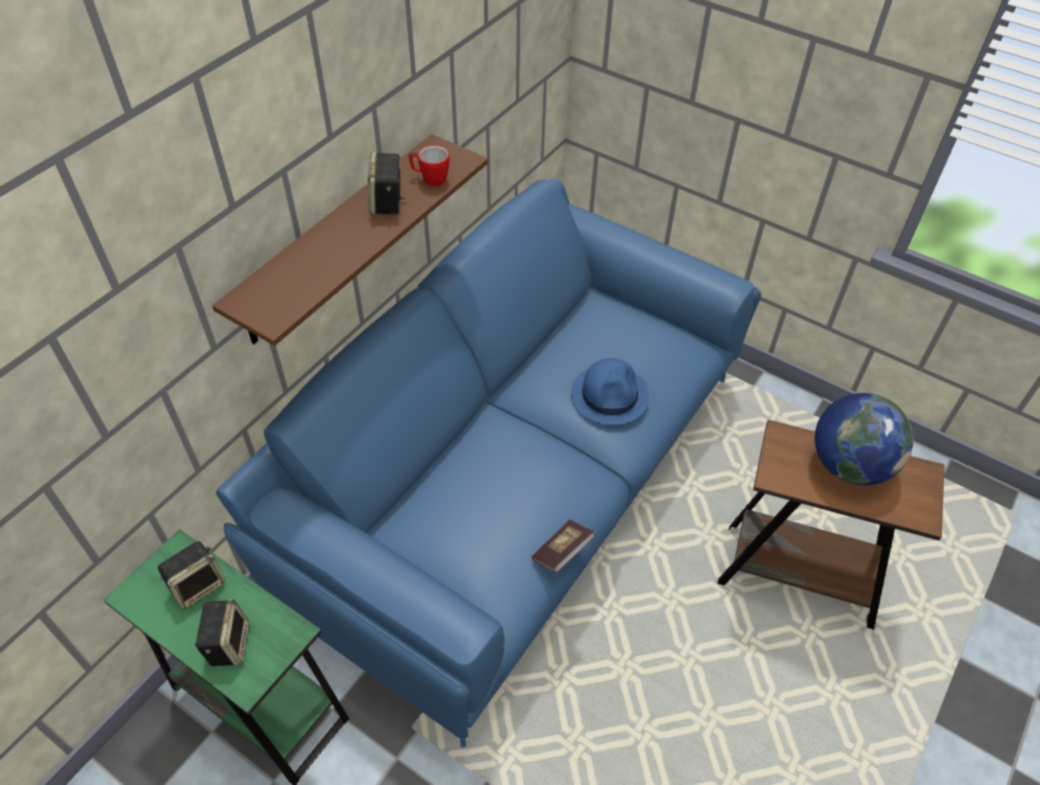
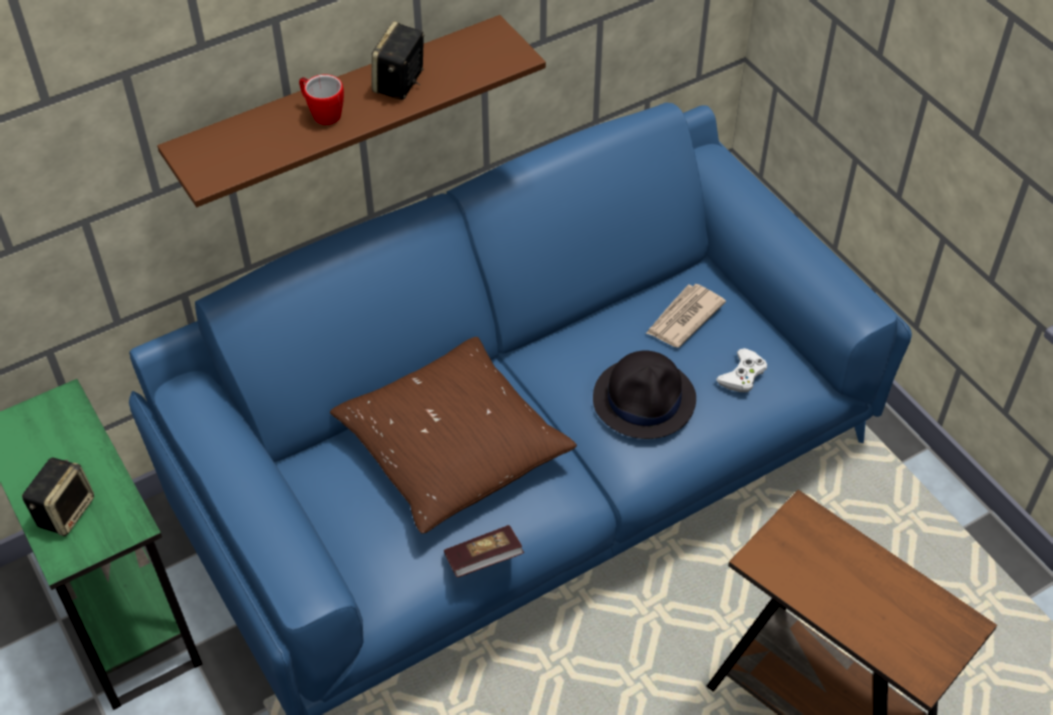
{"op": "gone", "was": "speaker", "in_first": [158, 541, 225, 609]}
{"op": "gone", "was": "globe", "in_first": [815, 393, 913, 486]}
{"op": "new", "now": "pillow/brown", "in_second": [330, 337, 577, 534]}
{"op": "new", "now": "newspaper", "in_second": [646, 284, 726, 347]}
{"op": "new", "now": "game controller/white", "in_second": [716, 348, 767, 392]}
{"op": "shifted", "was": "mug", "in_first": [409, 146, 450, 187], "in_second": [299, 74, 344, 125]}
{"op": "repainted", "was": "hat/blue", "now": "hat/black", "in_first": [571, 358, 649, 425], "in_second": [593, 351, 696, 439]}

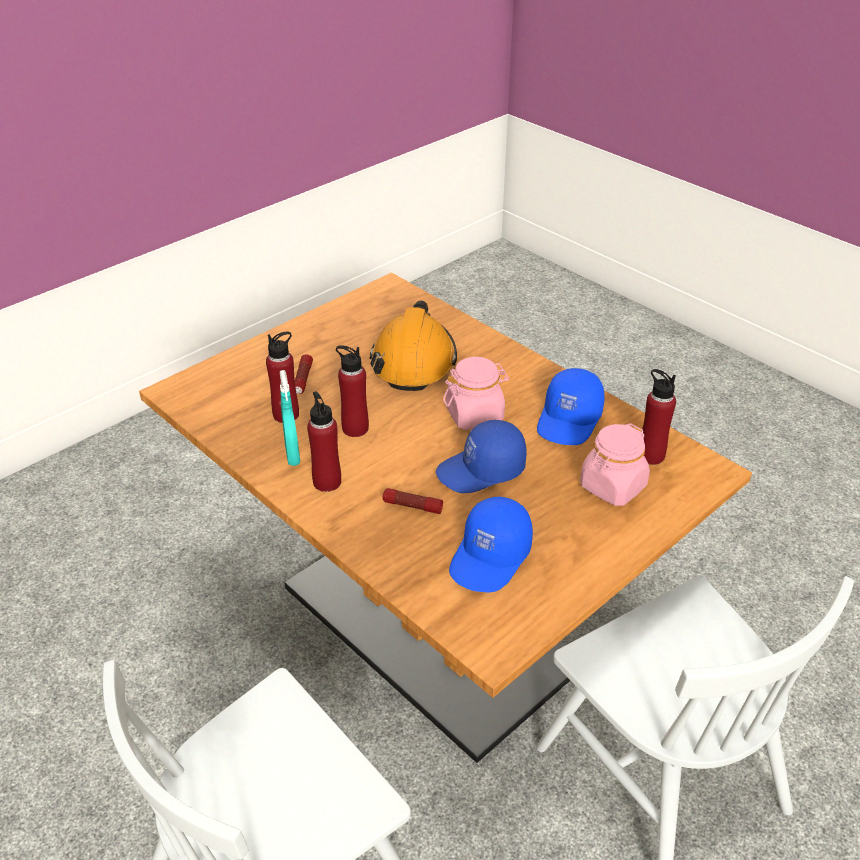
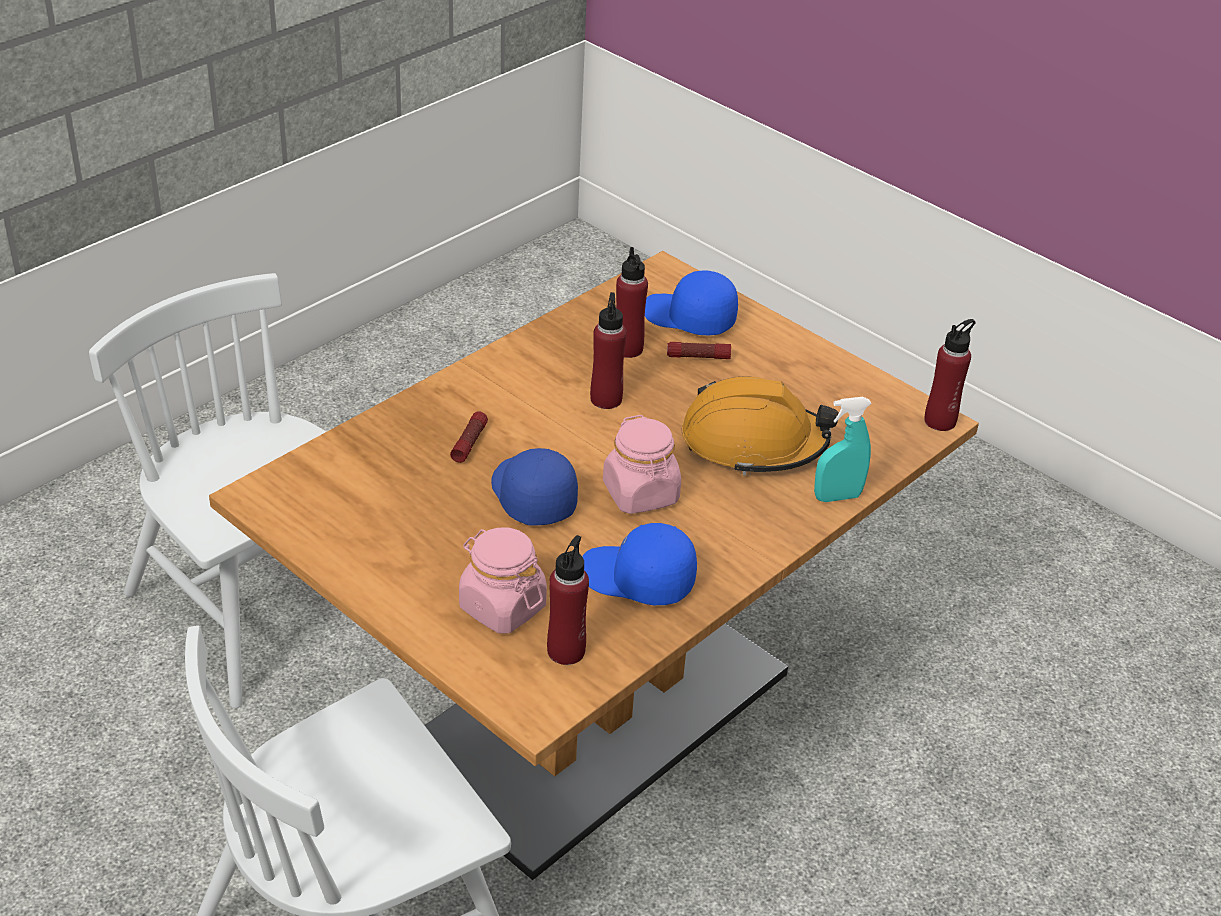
{"op": "shifted", "was": "spray bottle/turquoise", "in_first": [280, 370, 300, 466], "in_second": [814, 397, 872, 502]}
{"op": "shifted", "was": "bottle/red", "in_first": [307, 391, 341, 492], "in_second": [924, 319, 976, 431]}
{"op": "shifted", "was": "cap/blue", "in_first": [449, 496, 533, 592], "in_second": [645, 270, 738, 335]}

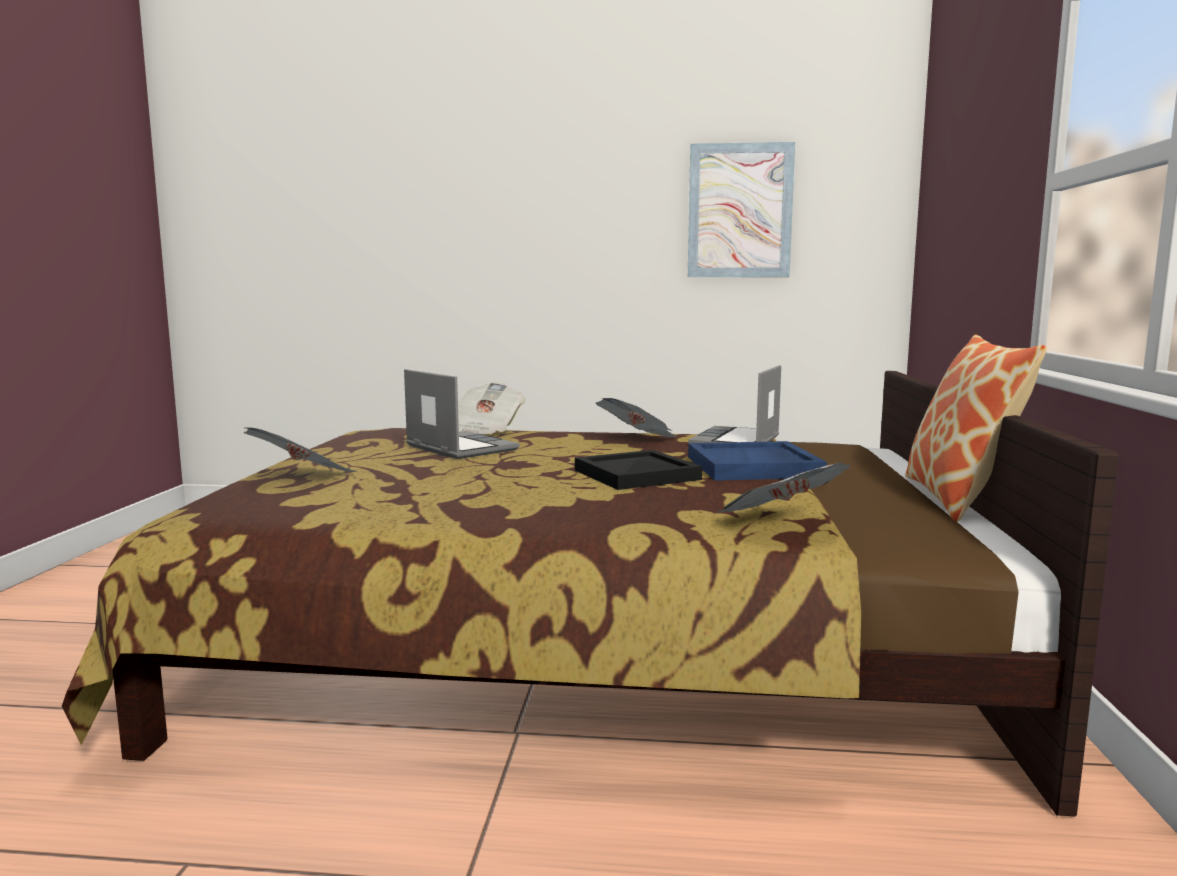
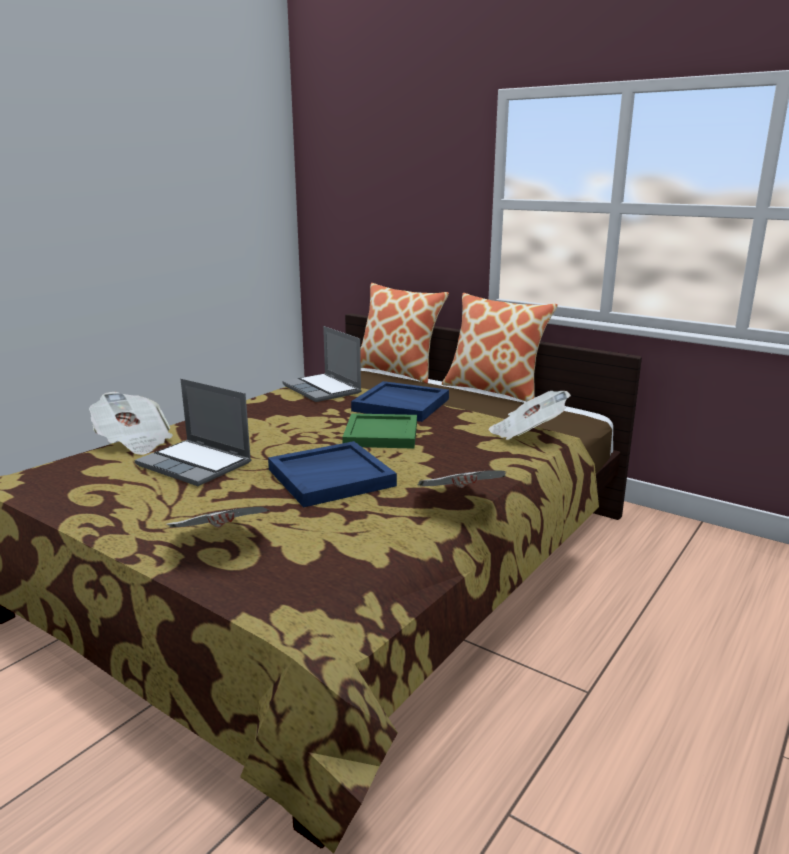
{"op": "gone", "was": "picture", "in_first": [688, 142, 795, 277]}
{"op": "new", "now": "tray/blue", "in_second": [268, 441, 397, 508]}
{"op": "new", "now": "pillow", "in_second": [360, 283, 449, 384]}
{"op": "shifted", "was": "newspaper", "in_first": [595, 398, 677, 437], "in_second": [417, 470, 506, 488]}
{"op": "repainted", "was": "tray/black", "now": "tray/green", "in_first": [575, 450, 702, 490], "in_second": [342, 413, 417, 449]}
{"op": "rotated", "was": "laptop", "in_first": [404, 369, 519, 459], "in_second": [135, 378, 251, 486], "clockwise": -135}

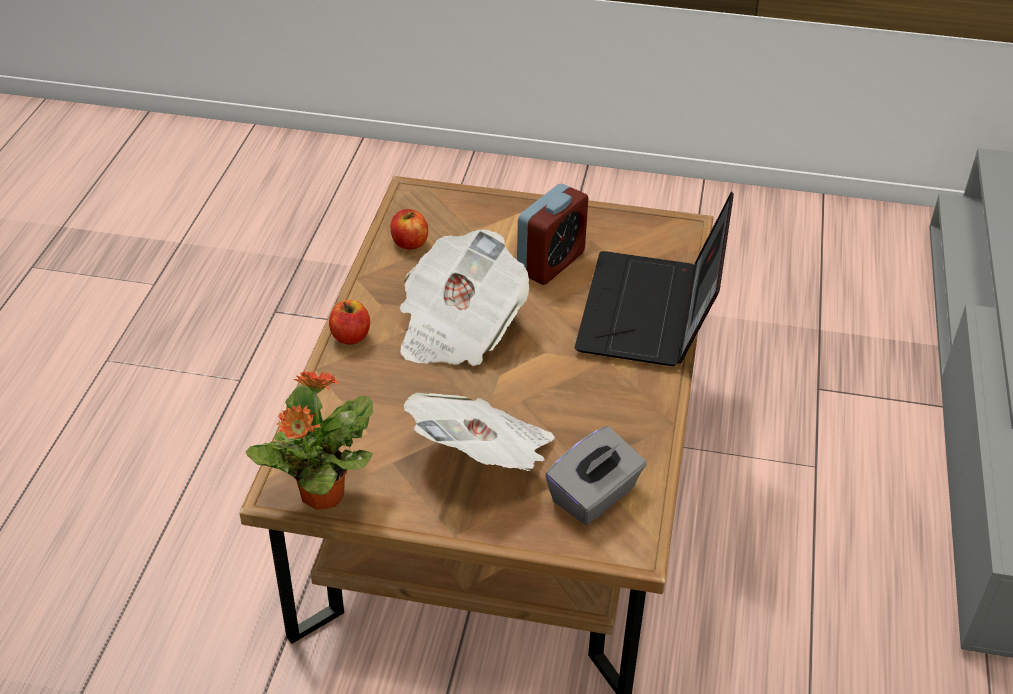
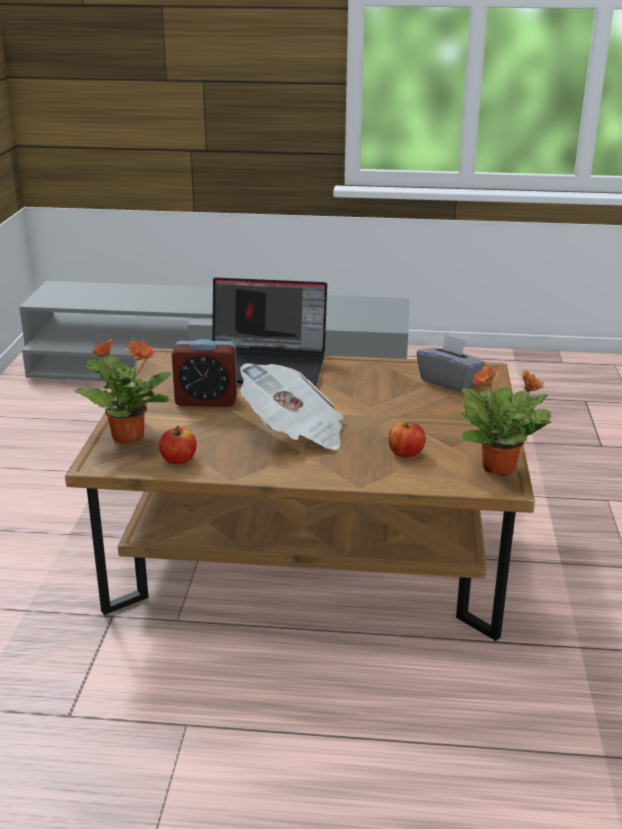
{"op": "gone", "was": "newspaper", "in_first": [404, 393, 555, 471]}
{"op": "new", "now": "potted plant", "in_second": [75, 338, 172, 444]}
{"op": "shifted", "was": "apple", "in_first": [329, 300, 370, 345], "in_second": [388, 422, 426, 457]}
{"op": "rotated", "was": "alarm clock", "in_first": [517, 184, 588, 285], "in_second": [172, 339, 237, 407], "clockwise": 150}

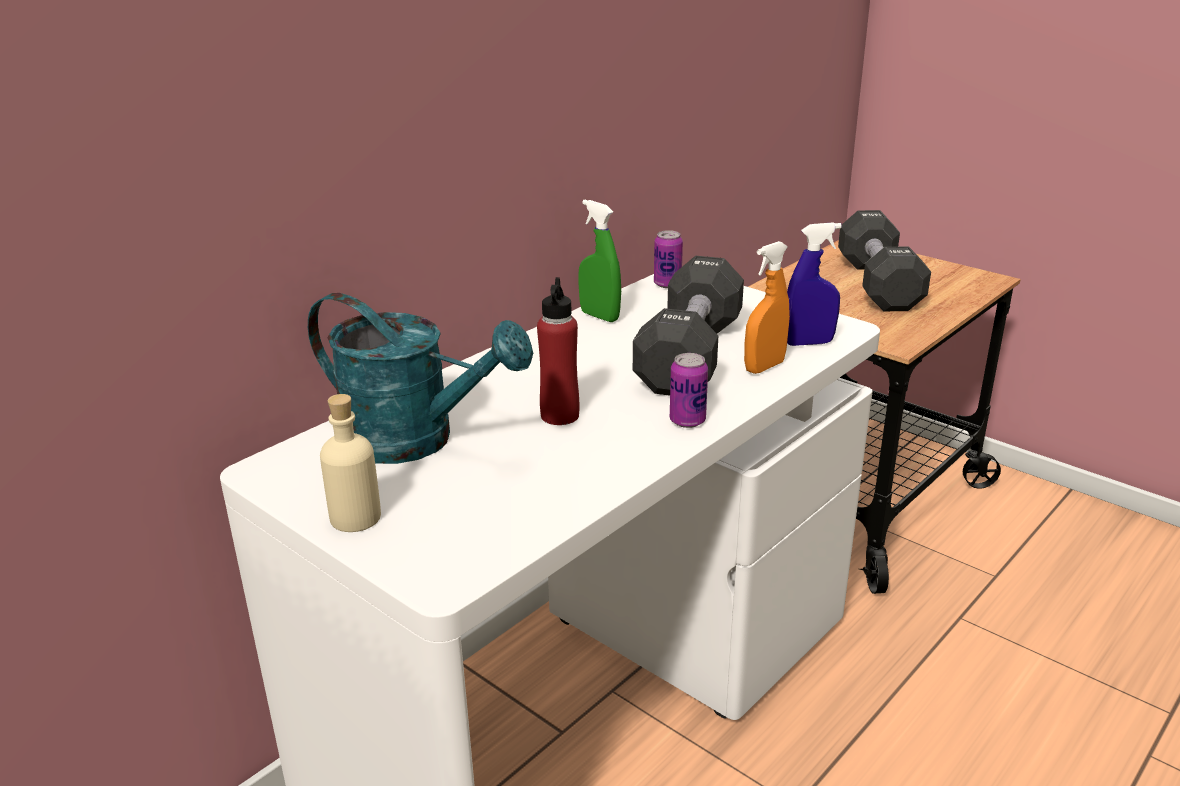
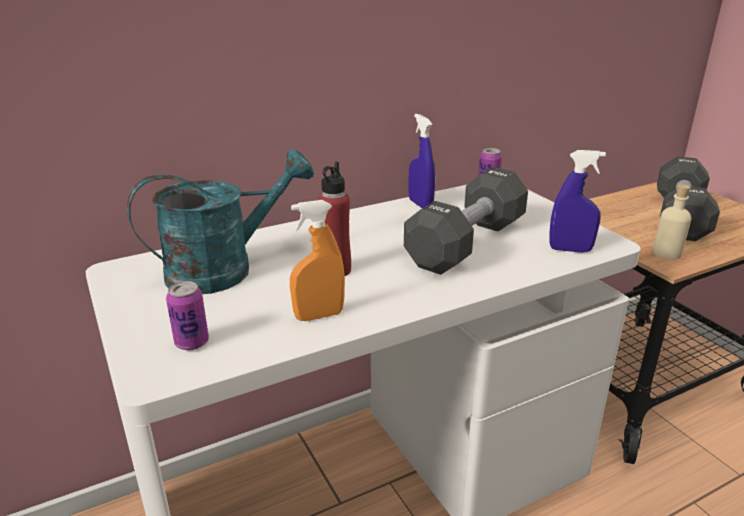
{"op": "shifted", "was": "bottle/beige", "in_first": [320, 394, 381, 532], "in_second": [653, 184, 691, 260]}
{"op": "shifted", "was": "can", "in_first": [670, 353, 708, 428], "in_second": [166, 281, 209, 350]}
{"op": "shifted", "was": "spray bottle/orange", "in_first": [744, 241, 790, 374], "in_second": [290, 200, 345, 321]}
{"op": "repainted", "was": "spray bottle/green", "now": "spray bottle/blue", "in_first": [578, 200, 621, 322], "in_second": [408, 114, 435, 208]}
{"op": "rotated", "was": "watering can/turquoise", "in_first": [308, 293, 533, 464], "in_second": [127, 149, 314, 294], "clockwise": -75}

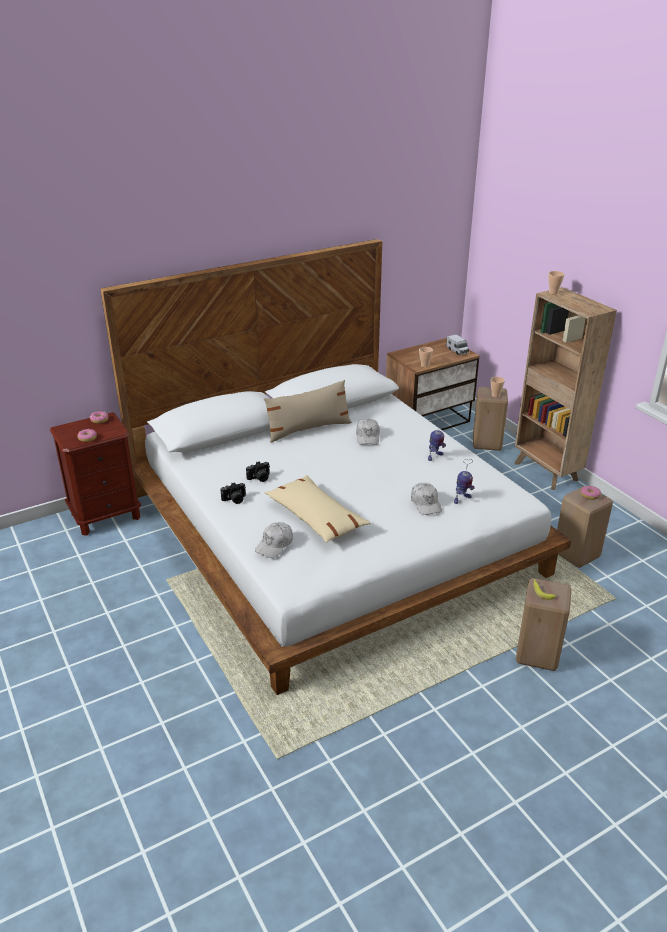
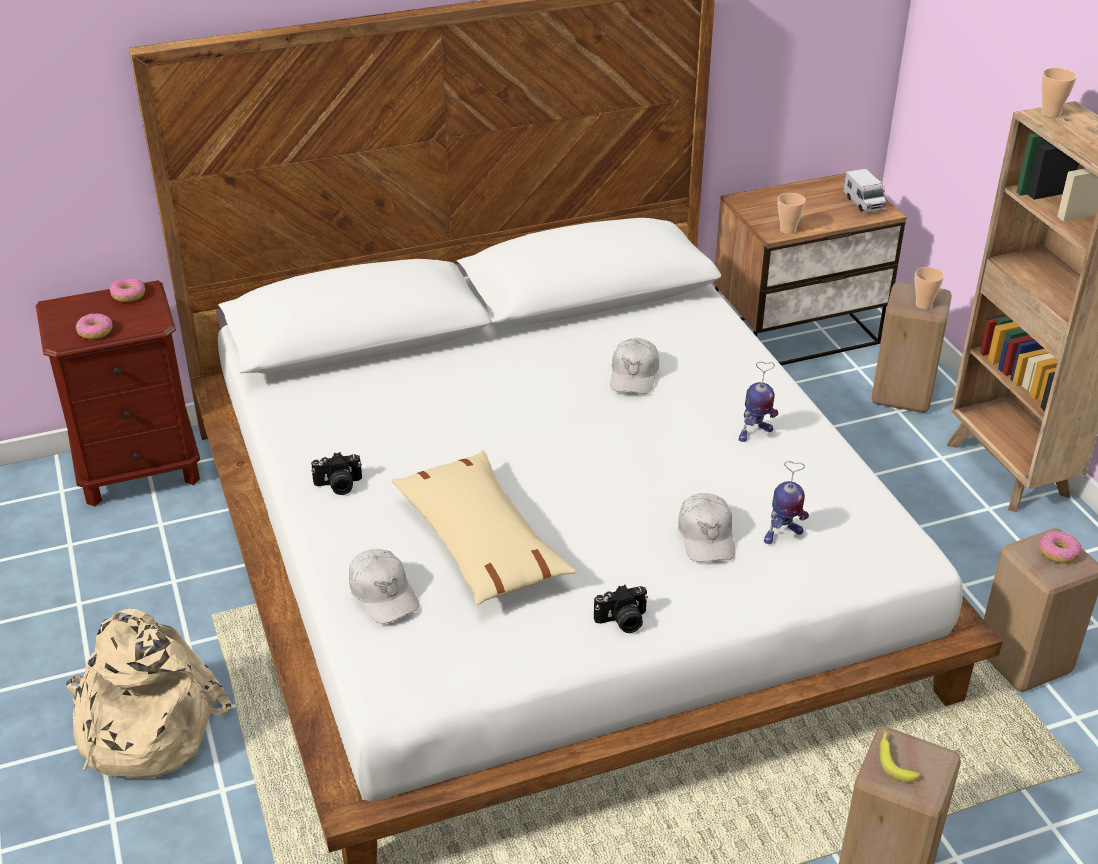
{"op": "gone", "was": "pillow/beige", "in_first": [264, 380, 352, 443]}
{"op": "new", "now": "backpack/beige", "in_second": [66, 609, 232, 778]}
{"op": "shifted", "was": "photo camera", "in_first": [246, 462, 270, 482], "in_second": [594, 585, 648, 633]}
{"op": "rotated", "was": "cap/white", "in_first": [255, 522, 293, 558], "in_second": [349, 549, 420, 624], "clockwise": -75}

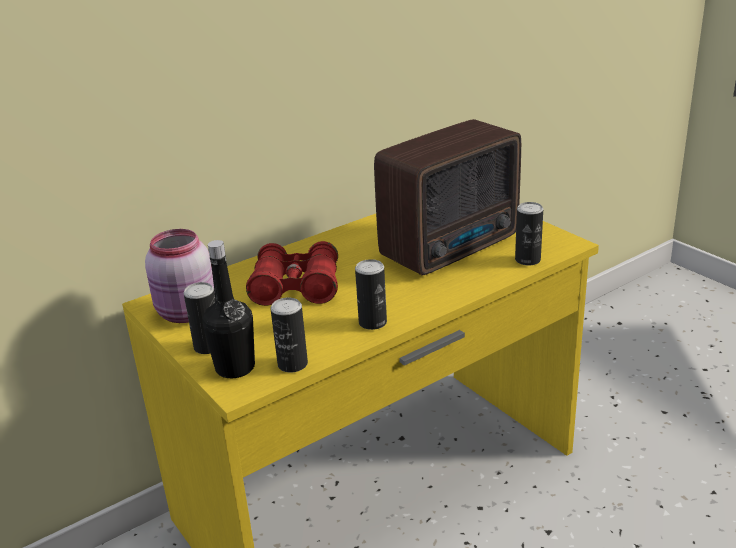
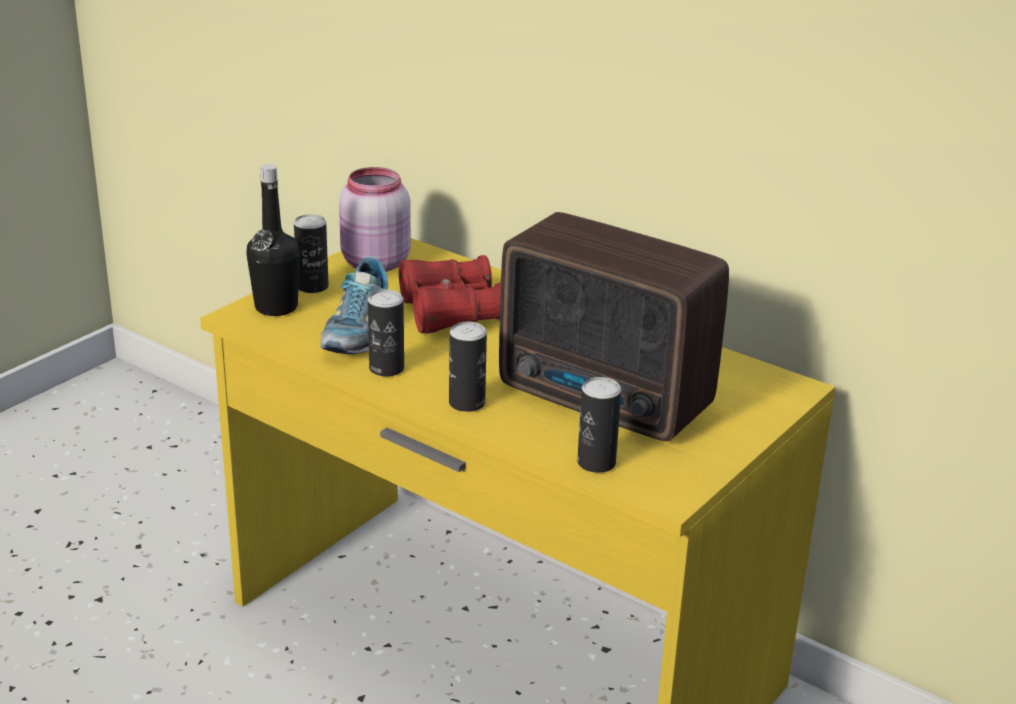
{"op": "new", "now": "shoe", "in_second": [320, 257, 388, 354]}
{"op": "shifted", "was": "can", "in_first": [270, 298, 308, 372], "in_second": [449, 322, 487, 412]}

